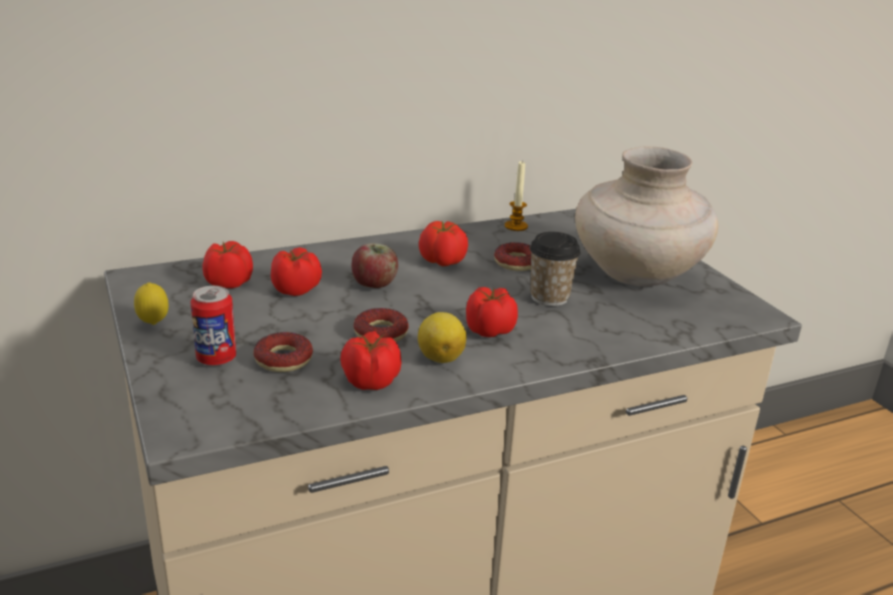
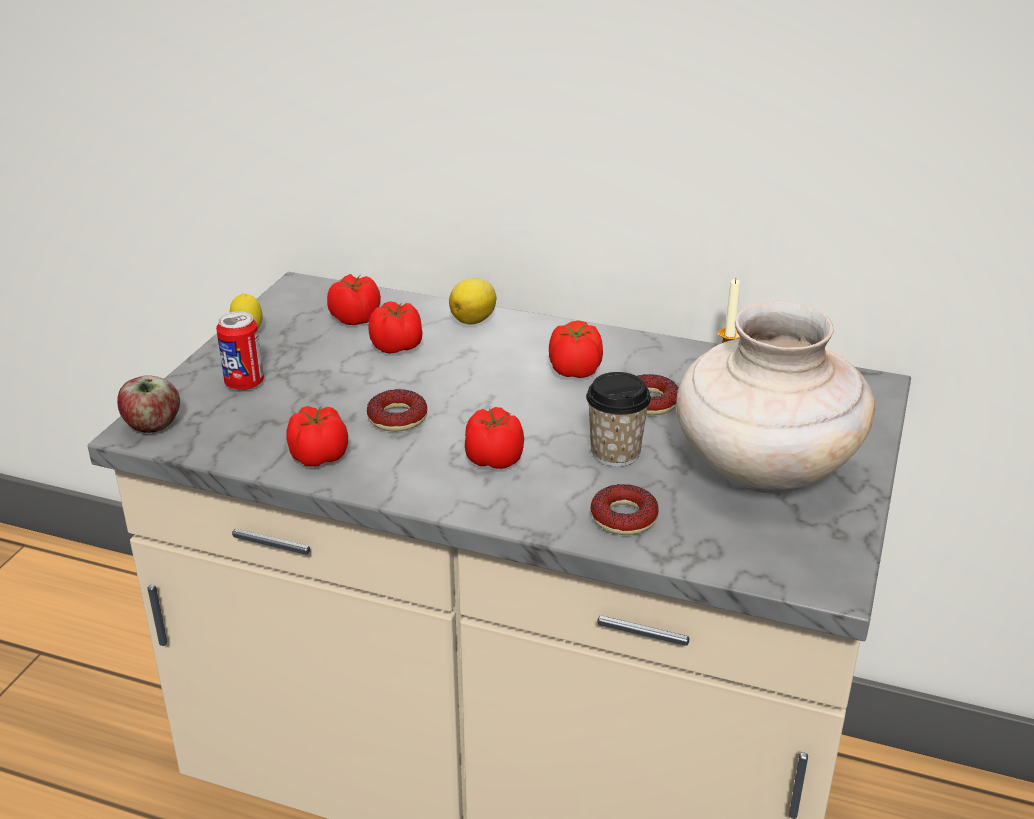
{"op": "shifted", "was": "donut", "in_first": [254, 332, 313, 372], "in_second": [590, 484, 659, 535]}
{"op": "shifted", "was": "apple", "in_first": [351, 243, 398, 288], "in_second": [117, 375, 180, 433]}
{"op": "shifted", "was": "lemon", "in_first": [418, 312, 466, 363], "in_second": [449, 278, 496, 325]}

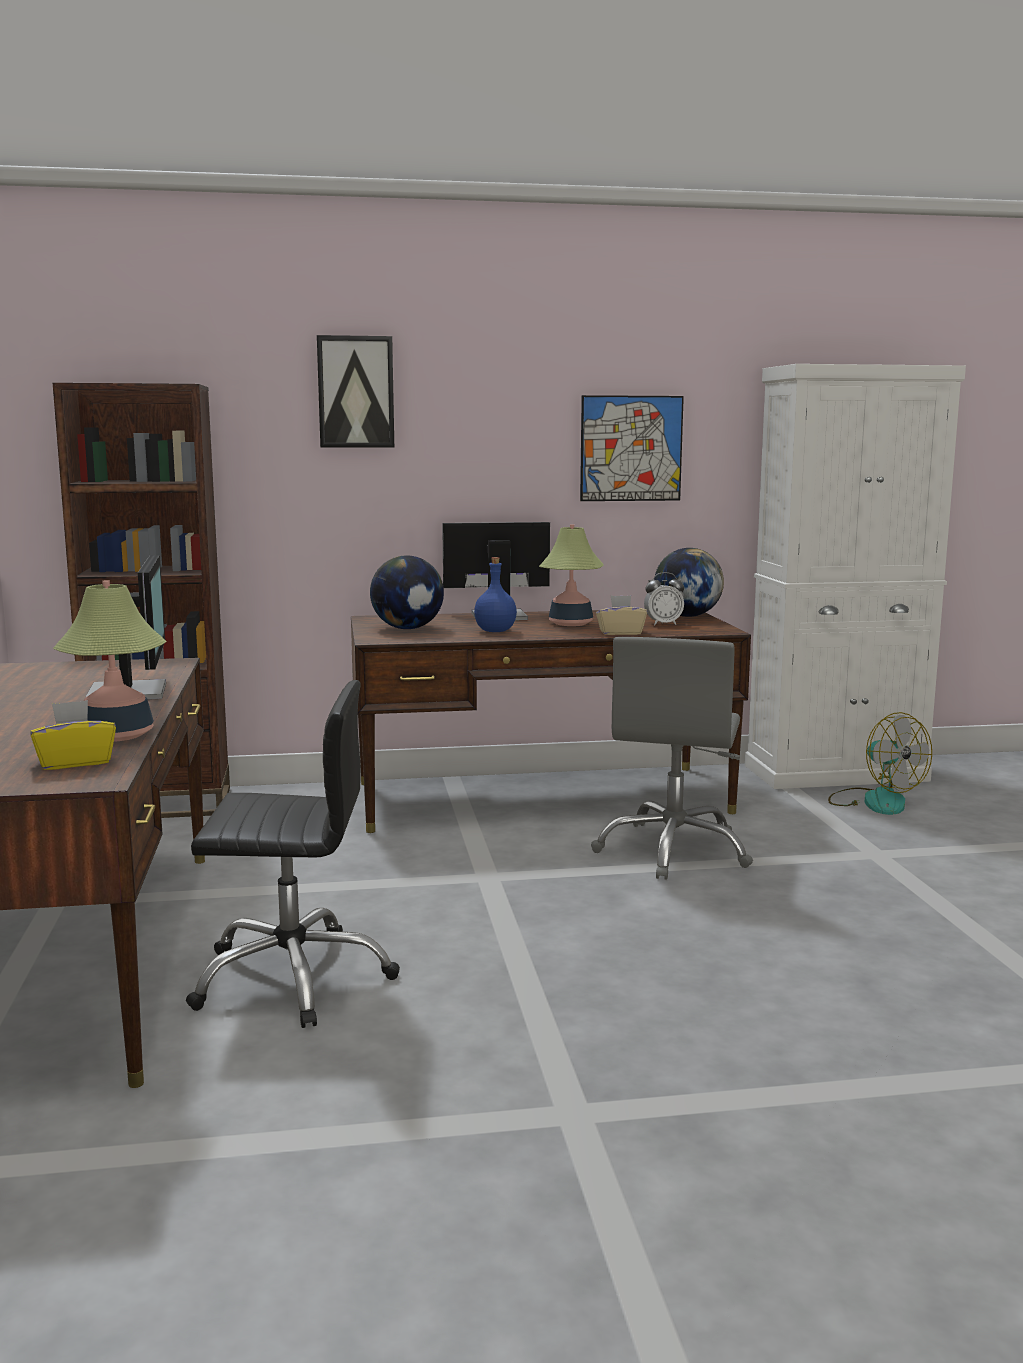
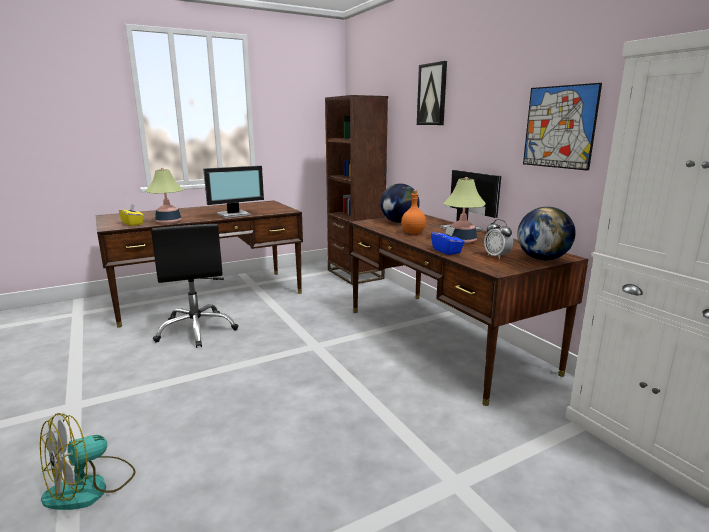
{"op": "gone", "was": "office chair/grey", "in_first": [591, 637, 753, 880]}
{"op": "shifted", "was": "fan", "in_first": [828, 712, 932, 815], "in_second": [40, 413, 136, 510]}
{"op": "repainted", "was": "bottle/blue", "now": "bottle/orange", "in_first": [474, 557, 517, 632], "in_second": [401, 190, 426, 234]}
{"op": "repainted", "was": "tissue box/beige", "now": "tissue box/blue", "in_first": [596, 595, 647, 635], "in_second": [431, 226, 465, 255]}

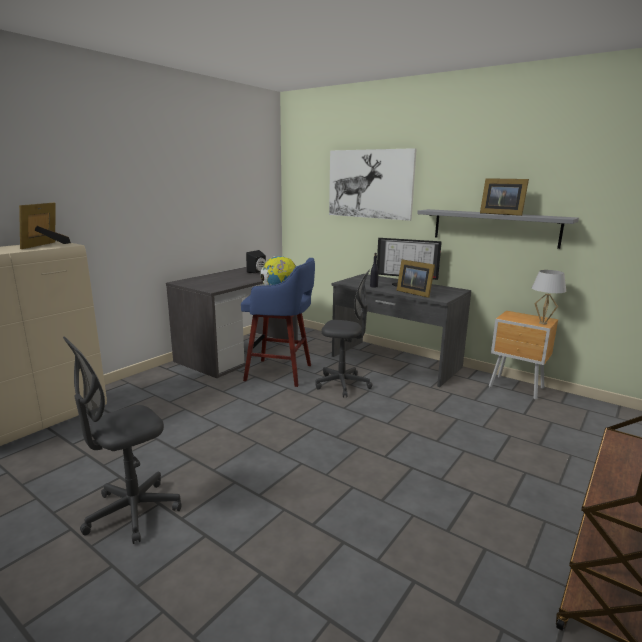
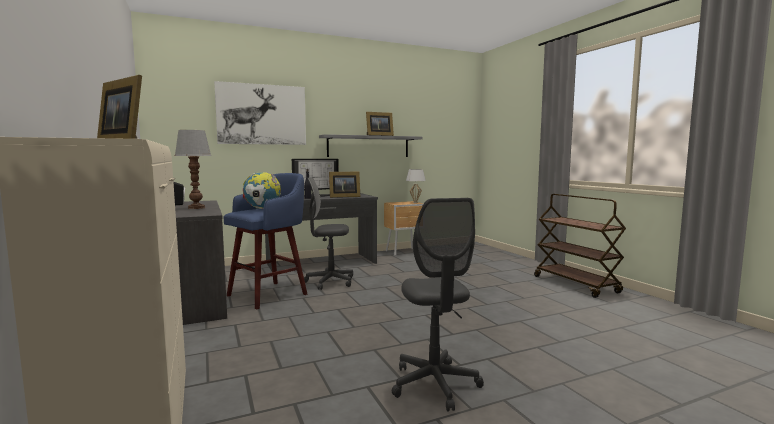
{"op": "new", "now": "table lamp", "in_second": [175, 130, 211, 209]}
{"op": "rotated", "was": "office chair/grey", "in_first": [316, 269, 373, 398], "in_second": [304, 177, 353, 290], "clockwise": -135}

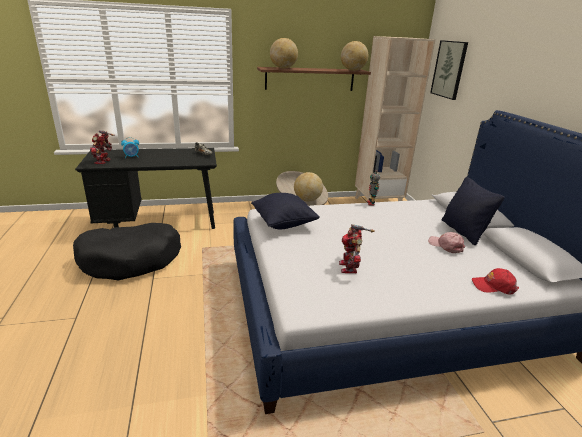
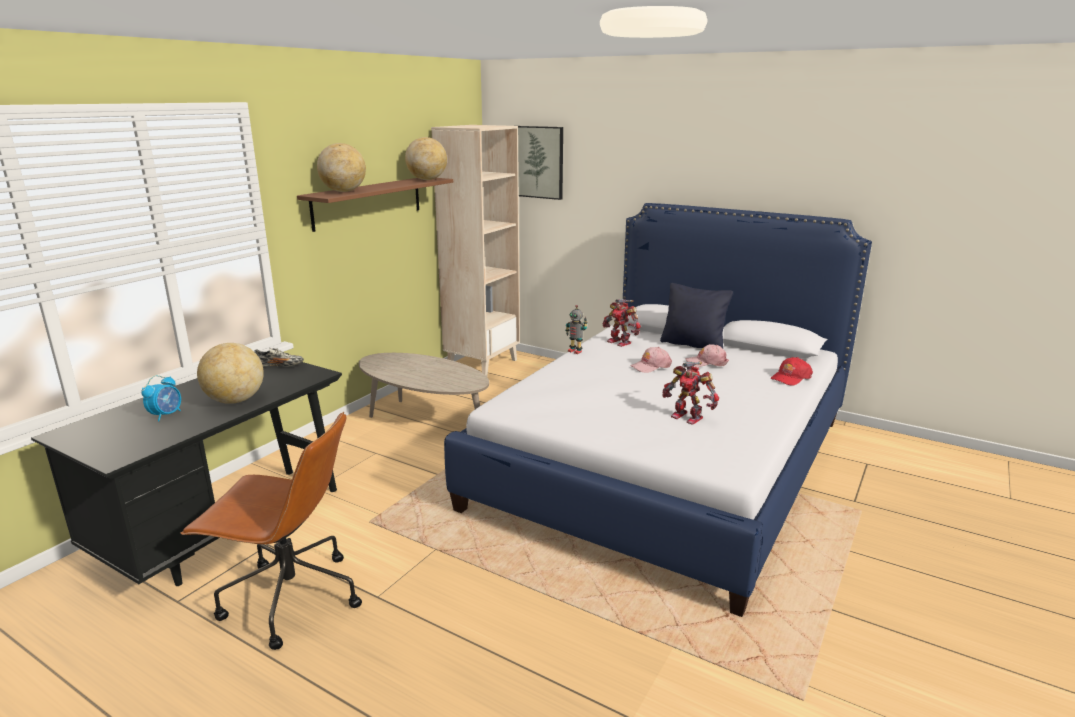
{"op": "gone", "was": "pillow/black", "in_first": [251, 193, 320, 229]}
{"op": "new", "now": "cap/pink", "in_second": [630, 347, 672, 373]}
{"op": "shifted", "was": "toy robot", "in_first": [90, 130, 114, 164], "in_second": [602, 299, 641, 347]}
{"op": "shifted", "was": "globe", "in_first": [294, 172, 323, 202], "in_second": [197, 343, 264, 404]}
{"op": "swapped", "was": "dog bed/black", "now": "office chair/brown", "in_first": [73, 223, 181, 280], "in_second": [180, 411, 362, 650]}

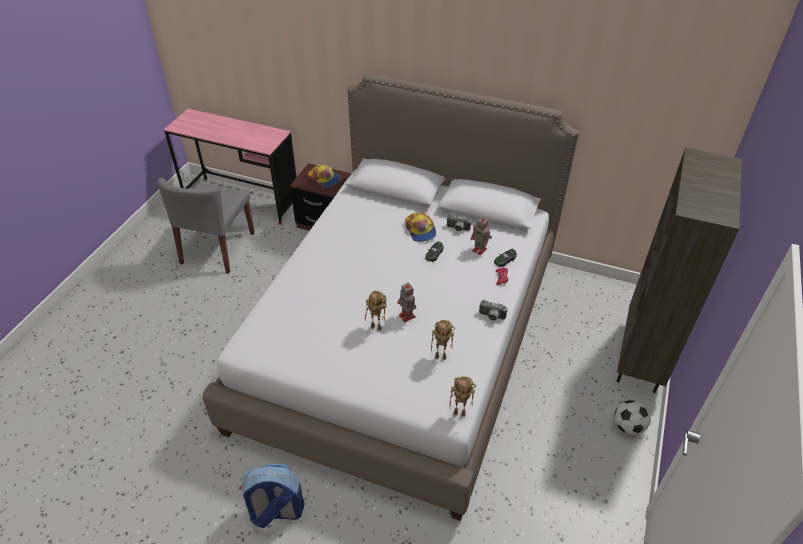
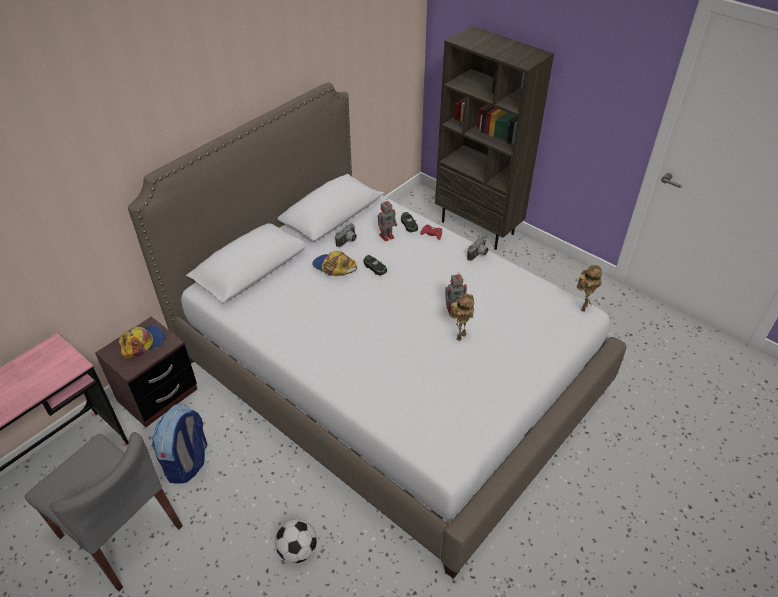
{"op": "gone", "was": "toy robot", "in_first": [431, 320, 455, 360]}
{"op": "shifted", "was": "backpack", "in_first": [239, 464, 305, 528], "in_second": [152, 404, 207, 484]}
{"op": "shifted", "was": "football", "in_first": [614, 400, 651, 435], "in_second": [275, 519, 317, 563]}
{"op": "rotated", "was": "cap", "in_first": [405, 212, 436, 242], "in_second": [312, 251, 357, 276], "clockwise": -150}

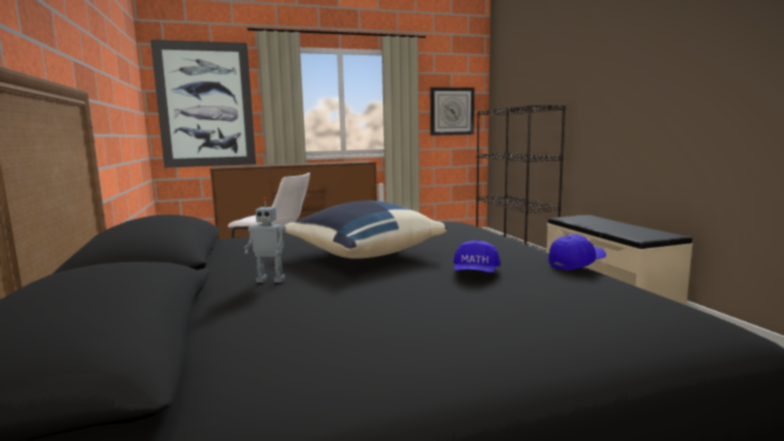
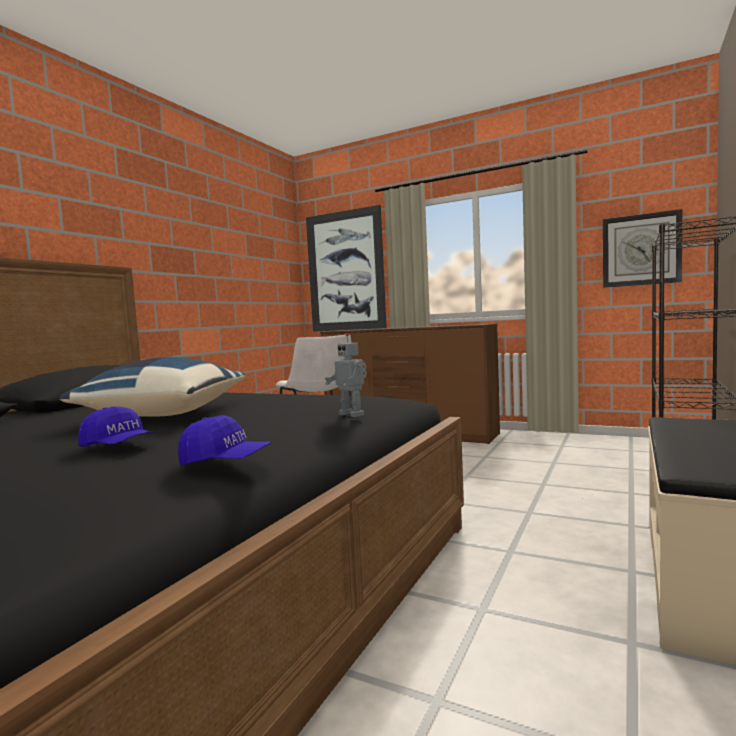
{"op": "shifted", "was": "toy robot", "in_first": [244, 198, 286, 283], "in_second": [325, 333, 367, 417]}
{"op": "rotated", "was": "cap/blue", "in_first": [453, 240, 501, 273], "in_second": [78, 406, 156, 447], "clockwise": -120}

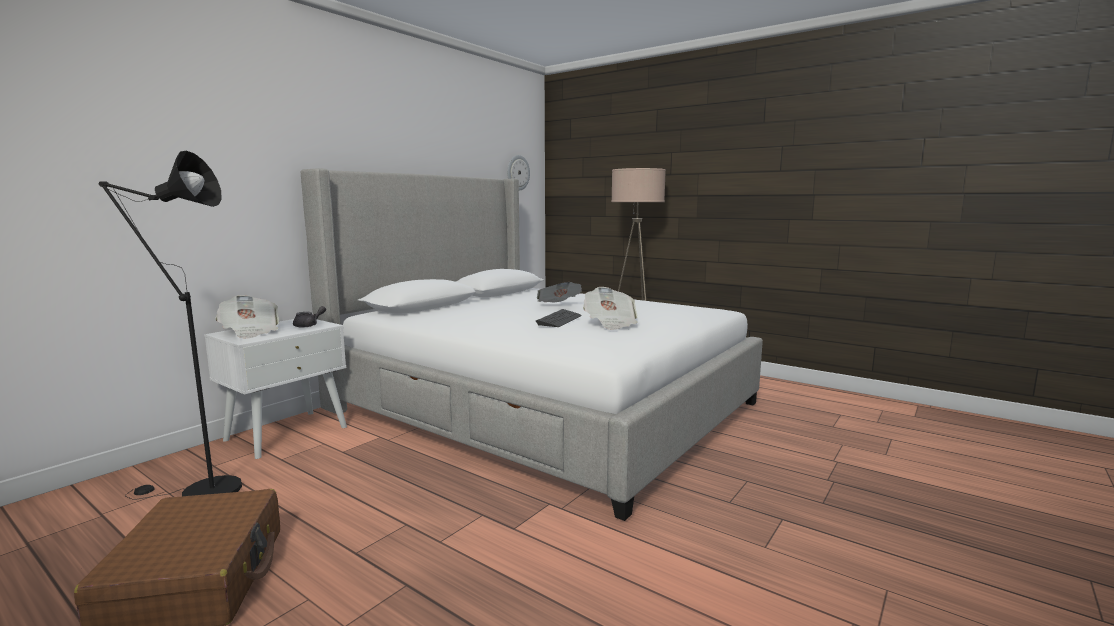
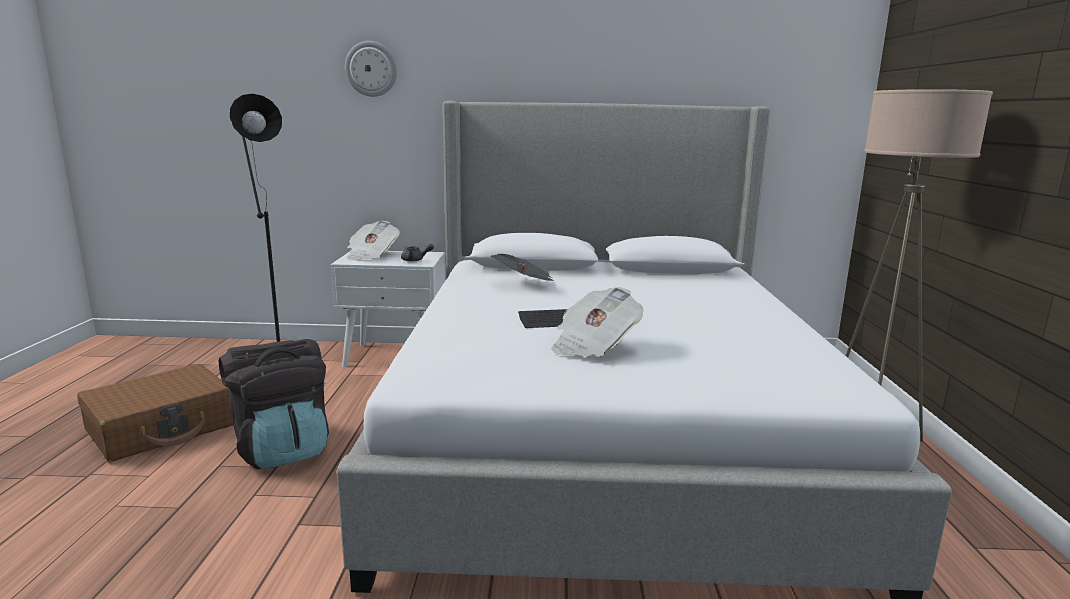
{"op": "new", "now": "backpack/black", "in_second": [219, 339, 329, 469]}
{"op": "shifted", "was": "wall clock", "in_first": [507, 155, 530, 191], "in_second": [345, 41, 397, 97]}
{"op": "shifted", "was": "newspaper", "in_first": [537, 282, 582, 302], "in_second": [491, 254, 555, 281]}

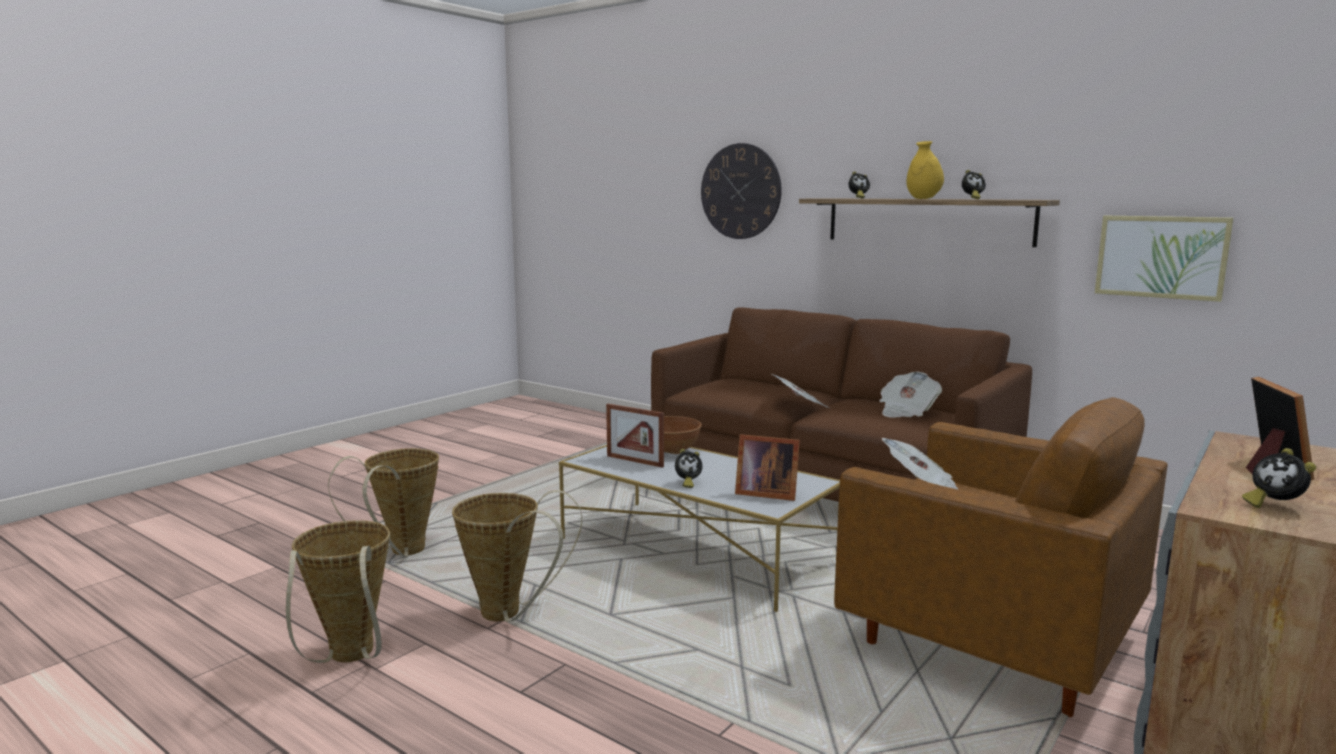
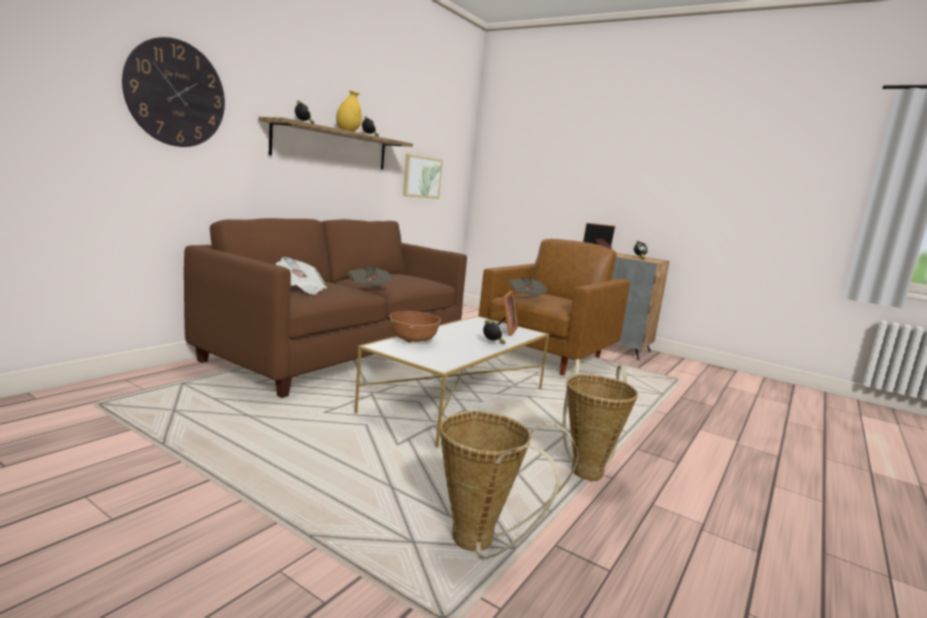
{"op": "gone", "was": "basket", "in_first": [286, 520, 390, 663]}
{"op": "gone", "was": "picture frame", "in_first": [606, 404, 664, 468]}
{"op": "shifted", "was": "newspaper", "in_first": [880, 371, 942, 418], "in_second": [276, 257, 327, 295]}

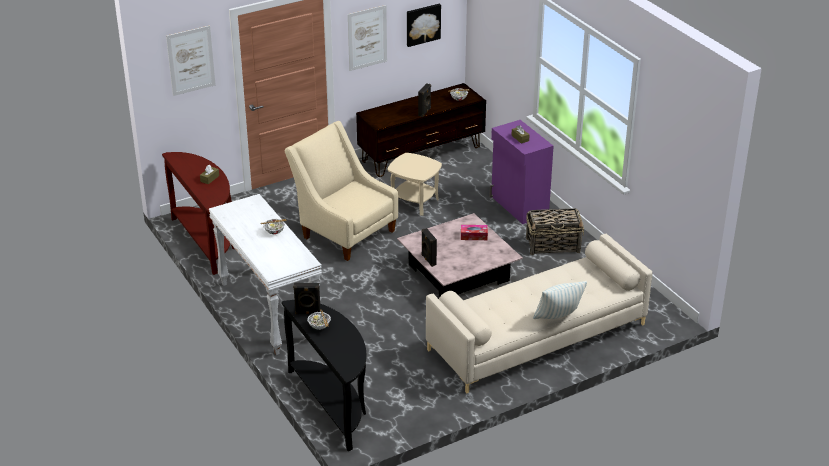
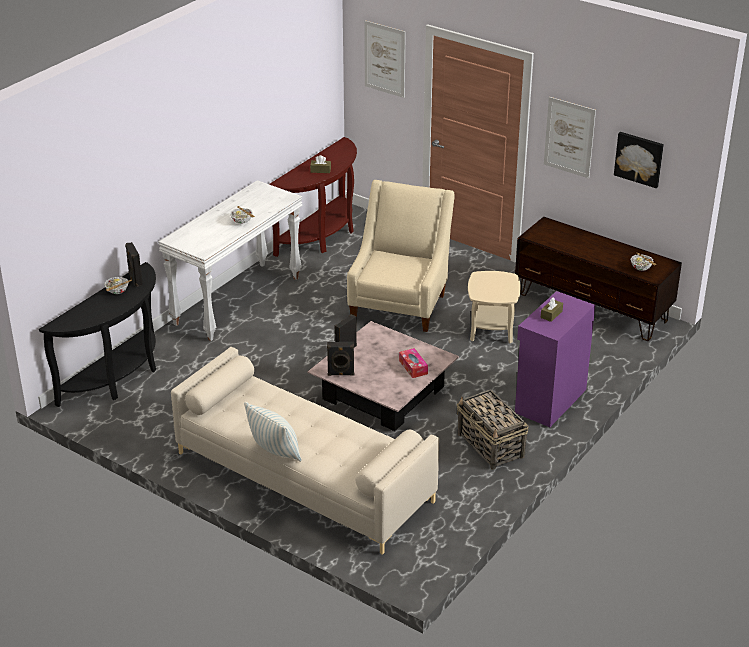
{"op": "shifted", "was": "speaker/black", "in_first": [418, 83, 431, 117], "in_second": [327, 342, 354, 376]}

